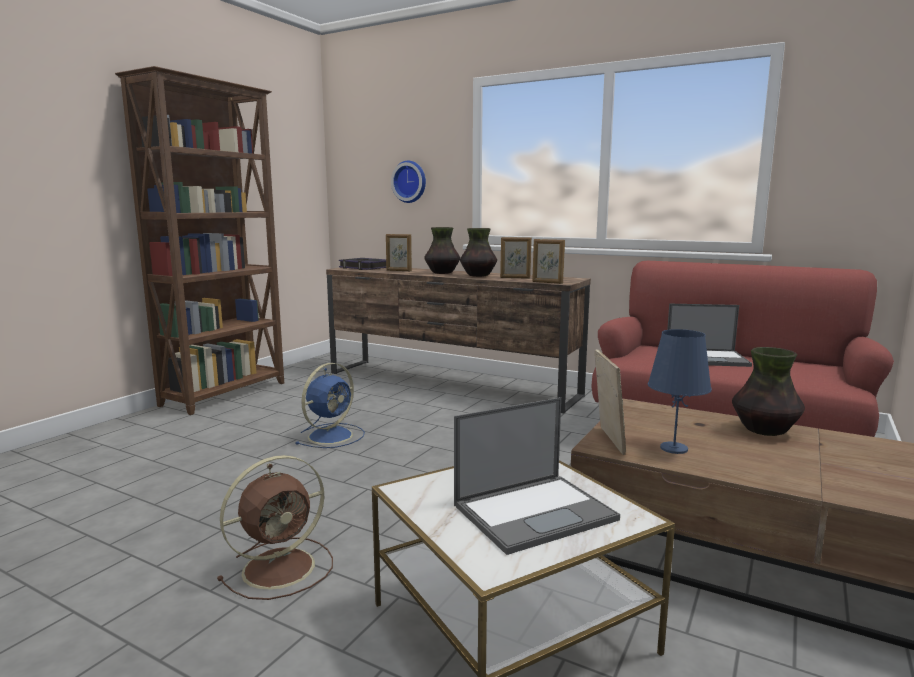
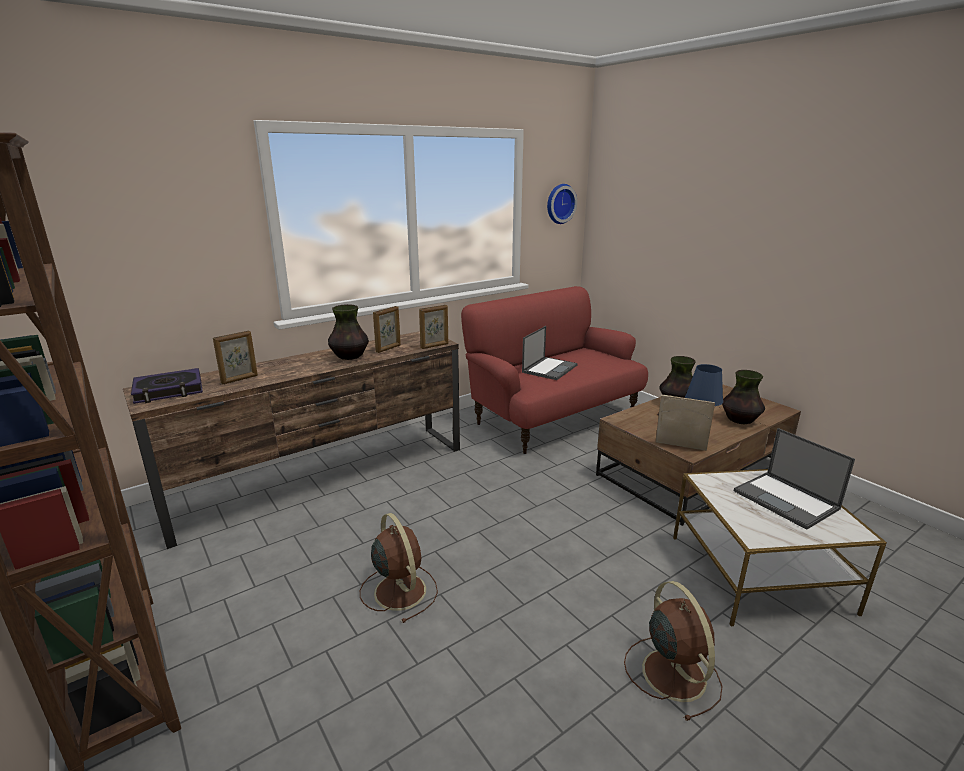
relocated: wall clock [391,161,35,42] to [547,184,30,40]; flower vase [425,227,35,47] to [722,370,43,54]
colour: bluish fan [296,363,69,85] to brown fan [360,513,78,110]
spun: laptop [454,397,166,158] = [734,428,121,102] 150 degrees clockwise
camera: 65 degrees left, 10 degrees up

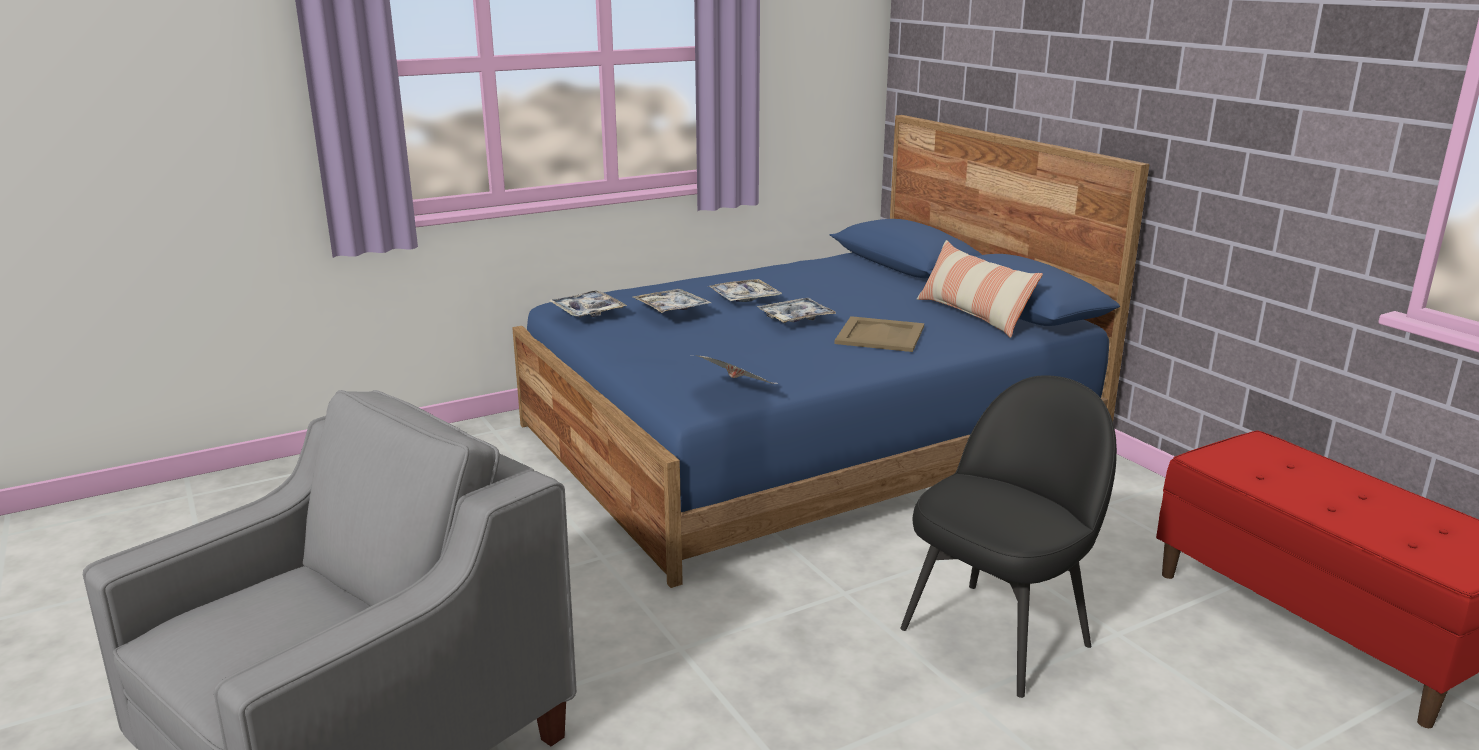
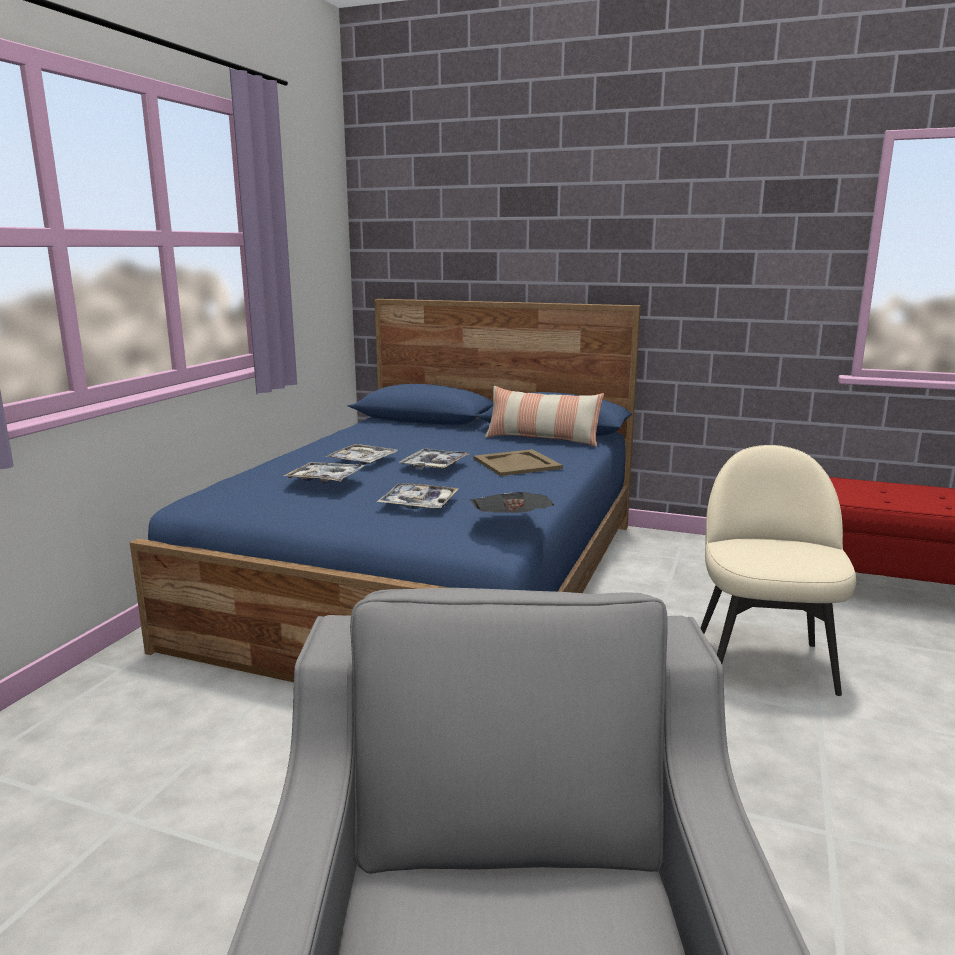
relocated: carrying tray [549,290,78,27] to [377,483,82,26]
colour: black-coloured plain chair [900,375,217,323] to beige-coloured plain chair [700,445,156,251]
camera: 40 degrees left, 5 degrees down

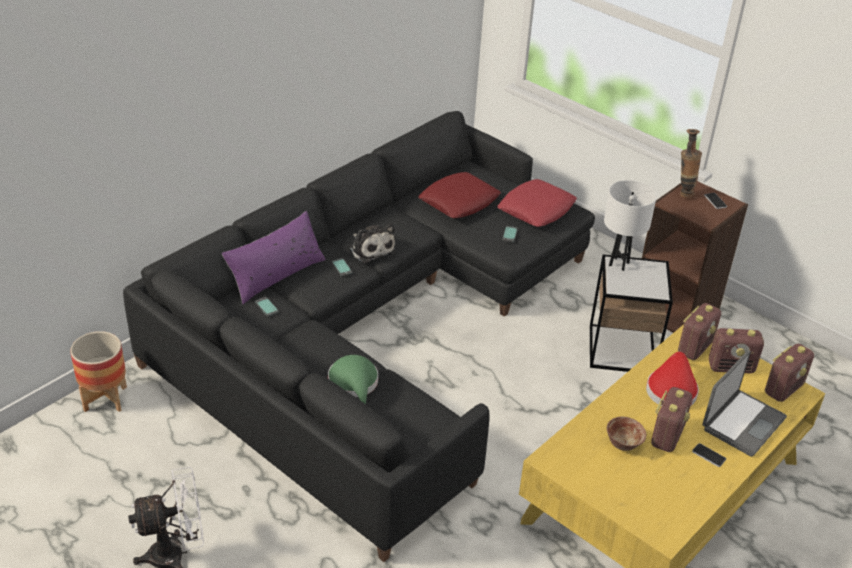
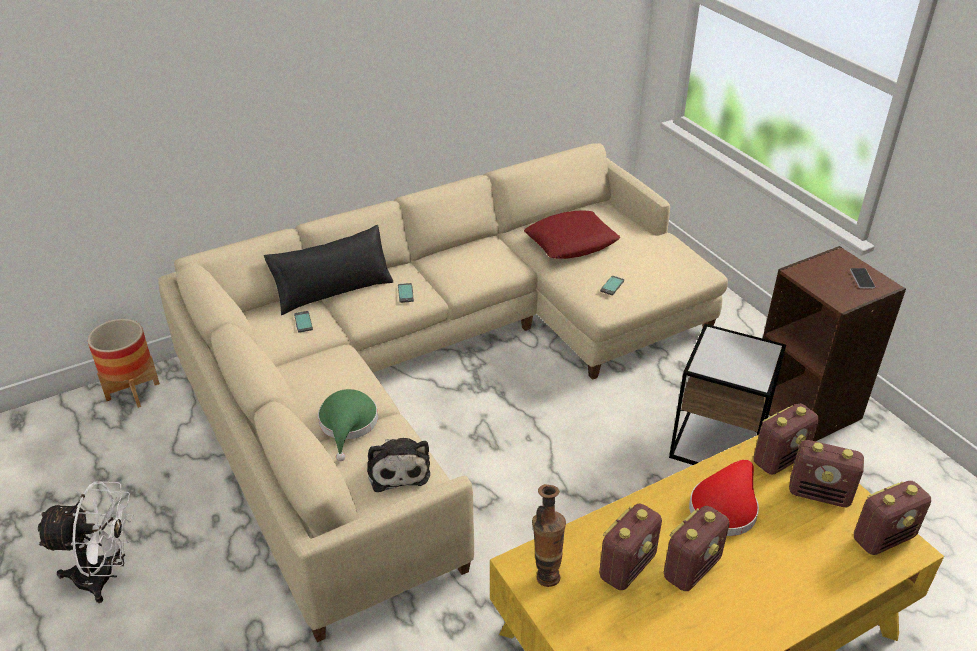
missing: red pillow [498,179,79,48]; white-coloured lamp for a table [604,180,53,91]; telephone [692,443,34,24]; laptop [702,350,85,107]
relocated: plush toy [349,223,47,40] to [367,438,63,54]; flower vase [680,129,22,69] to [532,484,34,103]
exchanged: deep dish [607,417,39,34] to radio receiver [599,503,63,87]
colour: black-coloured sofa [123,111,472,451] to beige-coloured sofa [158,143,570,499]; purple-coloured pillow [222,211,104,93] to black-coloured pillow [264,225,129,90]
camera: 20 degrees right, 0 degrees up

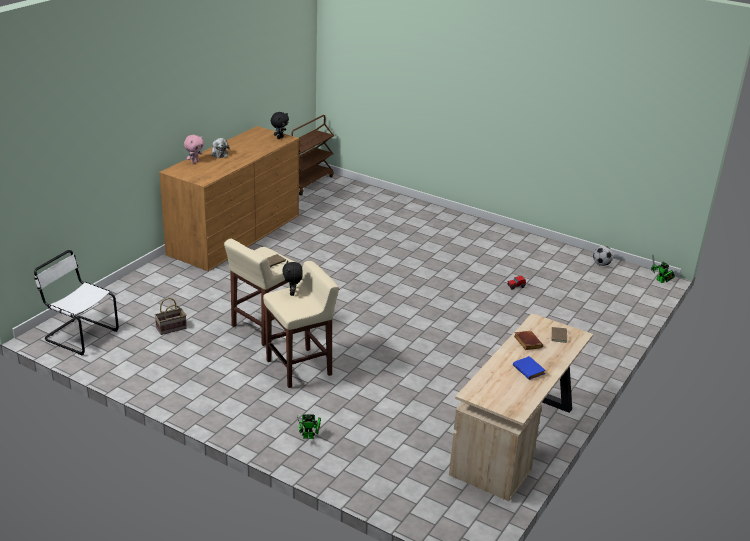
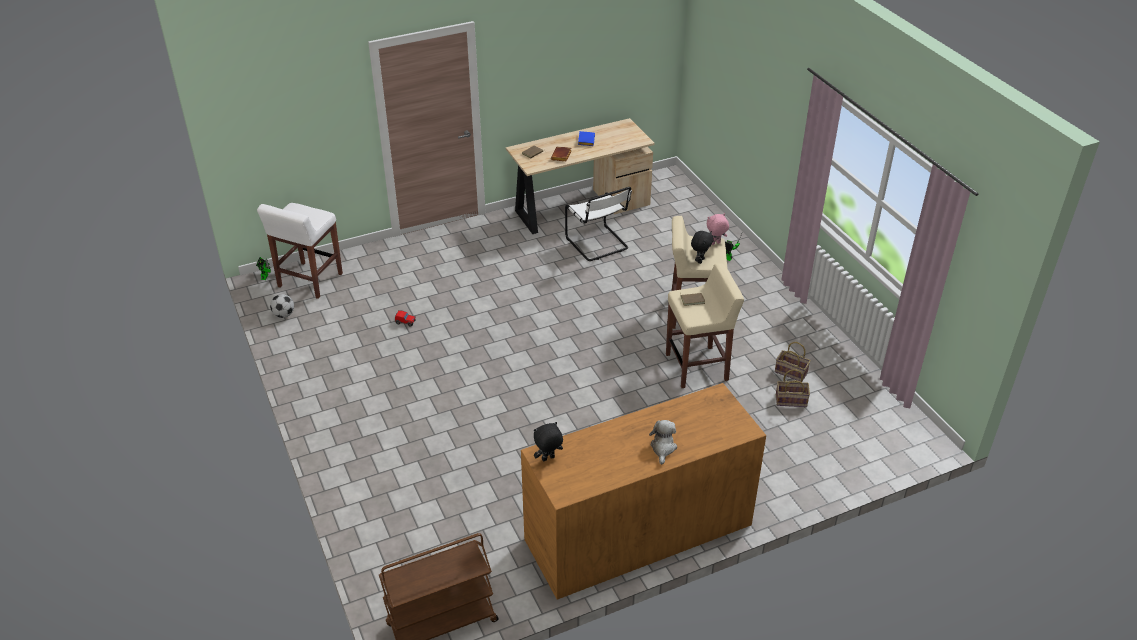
appeared: white-coloured stool seat [257,203,86,96]; basket [775,342,36,40]
relocated: white-coloured plain chair [34,250,85,105] to [565,187,67,74]; pink-coloured plush toy [184,135,20,29] to [707,213,22,32]
camera: 145 degrees left, 10 degrees up

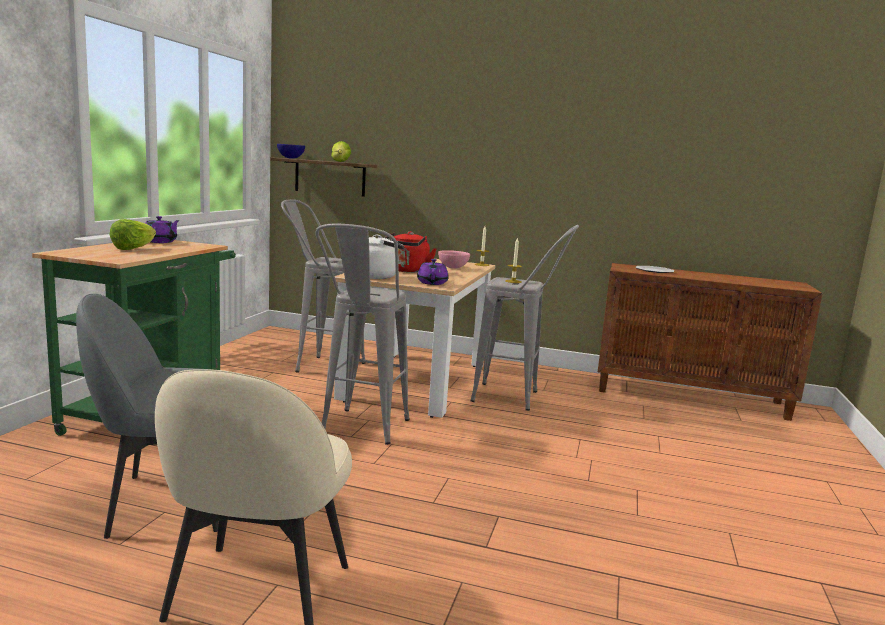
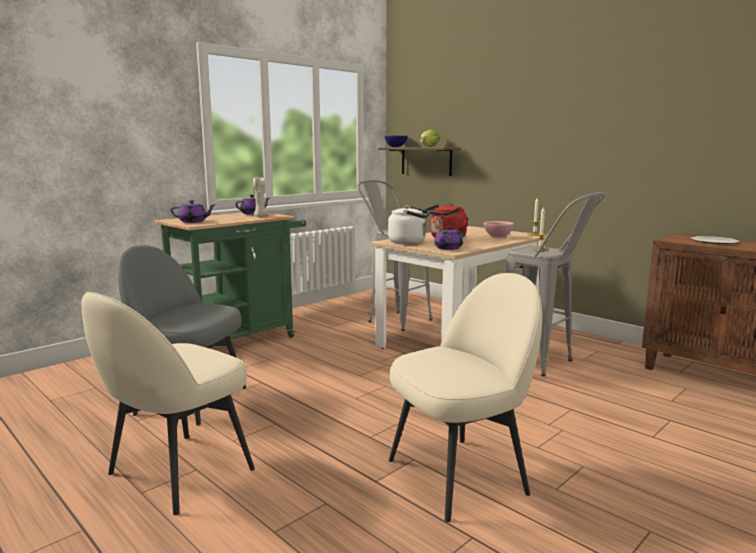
missing: lettuce head [110,219,46,31]; gray stool seat [315,223,95,222]
appeared: purple-coloured teapot [171,200,44,23]; beige-coloured wax candle [253,177,16,40]; beige-coloured plain chair [389,273,153,249]
camera: 30 degrees right, 0 degrees up

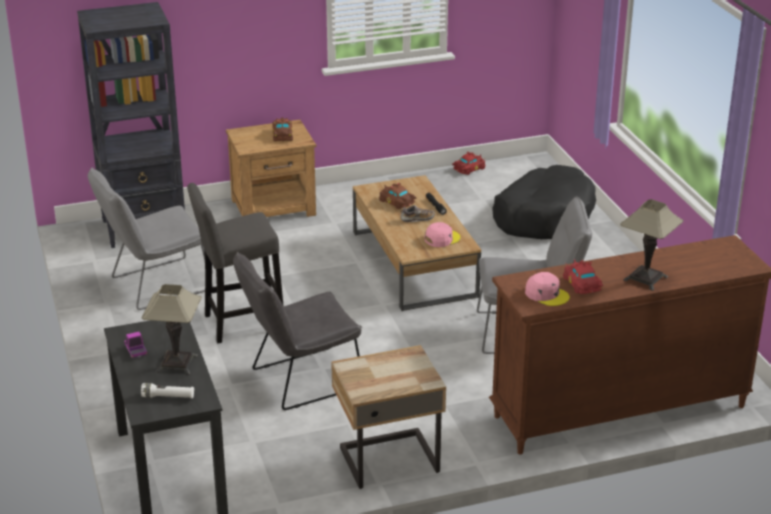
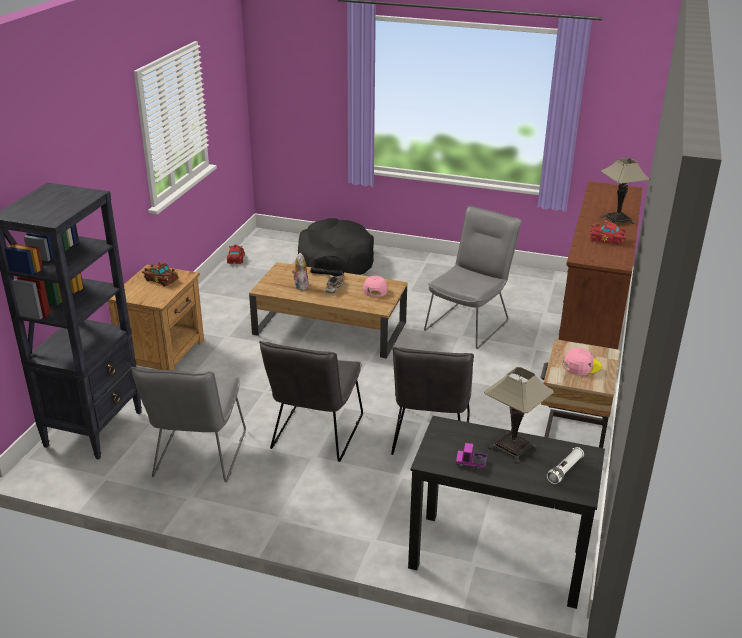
relocated: pink-coloured cap [525,272,45,34] to [562,348,40,27]
exchanged: gray stool seat [187,183,97,160] to gray plain chair [259,341,104,121]; brown miniature car [379,183,37,26] to plush toy [292,253,17,37]
camera: 55 degrees left, 0 degrees up

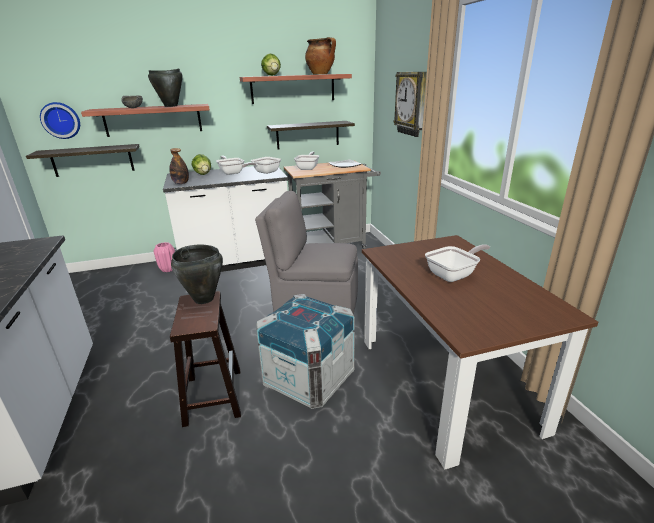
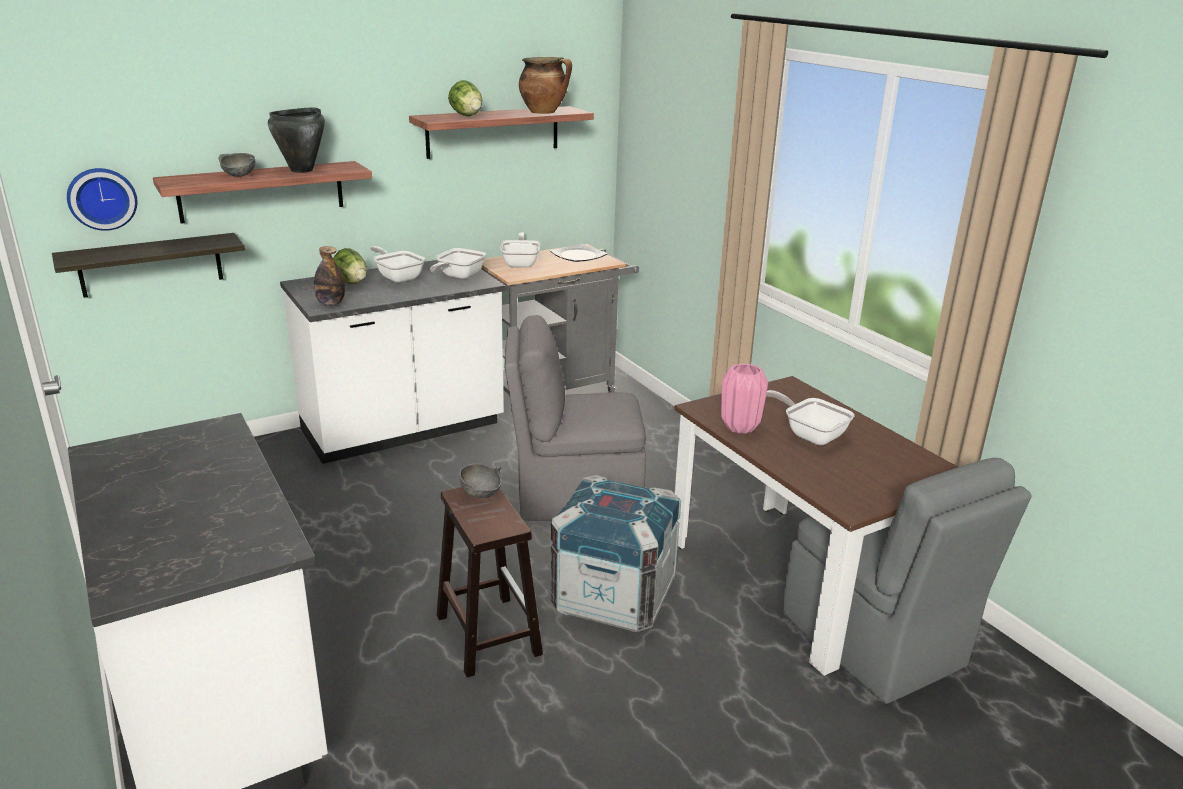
missing: shelf [267,121,88,28]; wall clock [393,72,34,65]
appeared: gray plain chair [783,458,249,246]
relocated: pink-coloured flower vase [153,242,22,30] to [721,363,47,71]
exchanged: black-coloured stockpot [171,245,52,59] to gray deep dish [459,463,43,35]
spun: skillet [425,244,65,38] = [766,390,89,56] 90 degrees counterclockwise
camera: 15 degrees left, 0 degrees up

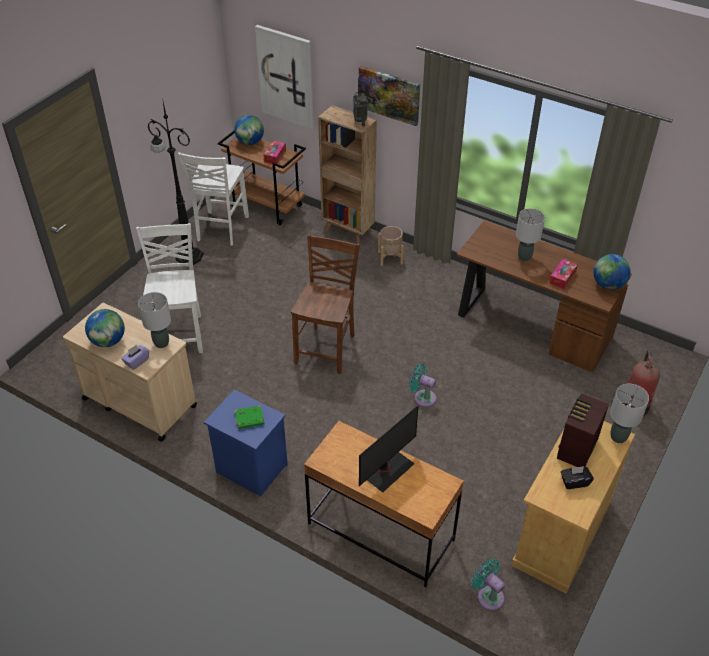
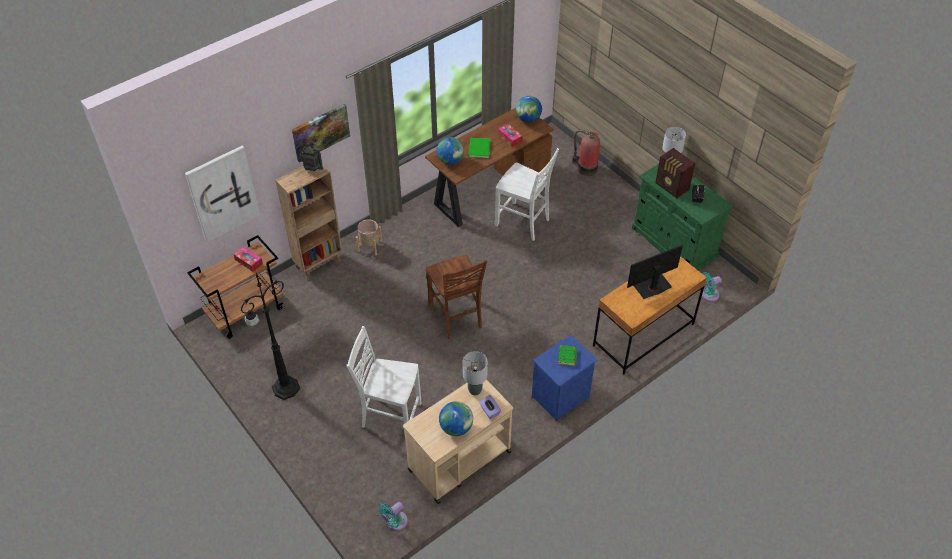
relocated: white-coloured plain chair [178,152,71,94] to [495,148,64,93]; globe [234,115,30,30] to [436,137,28,28]; blue-green fan [409,364,27,43] to [378,502,30,29]
exchanged: gray lamp for a table [516,209,29,52] to greenish book [468,138,23,20]
colour: beige-coloured cabinet [511,421,124,173] to greenish cabinet [632,164,101,107]
spun: brown plain chair [291,234,69,140] = [425,255,62,84] 150 degrees counterclockwise; computer screen [359,405,59,88] = [627,244,56,55] 90 degrees counterclockwise
camera: 70 degrees left, 5 degrees up

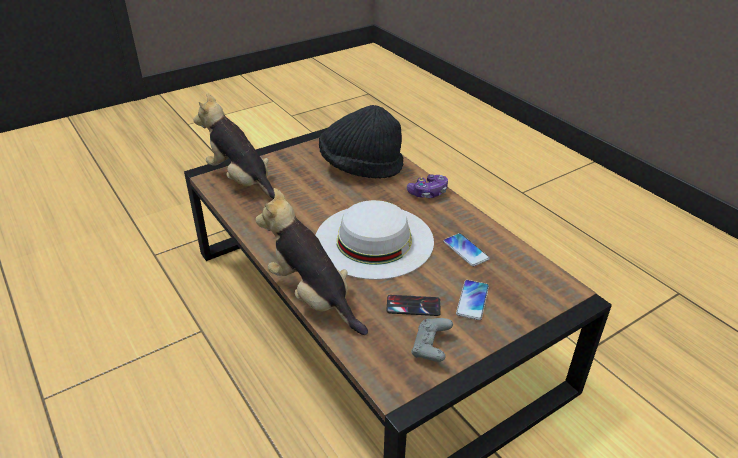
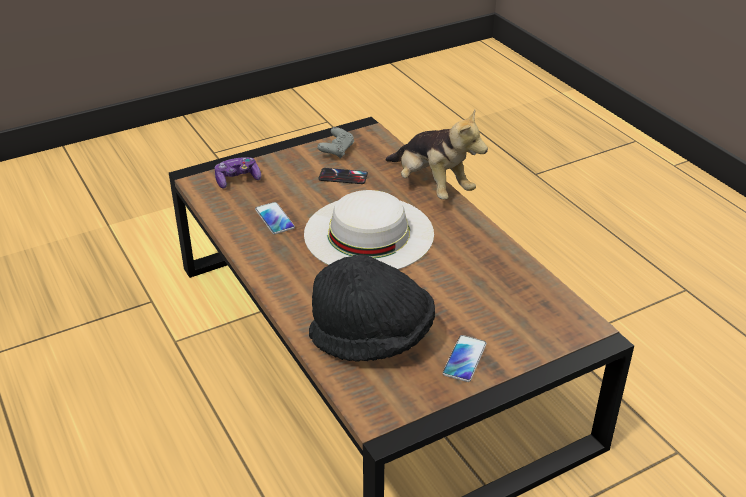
missing: plush toy [193,93,82,106]
relocated: game controller [407,174,41,24] to [214,157,47,31]; telephone [456,280,33,40] to [443,335,44,47]
camera: 175 degrees left, 0 degrees up

